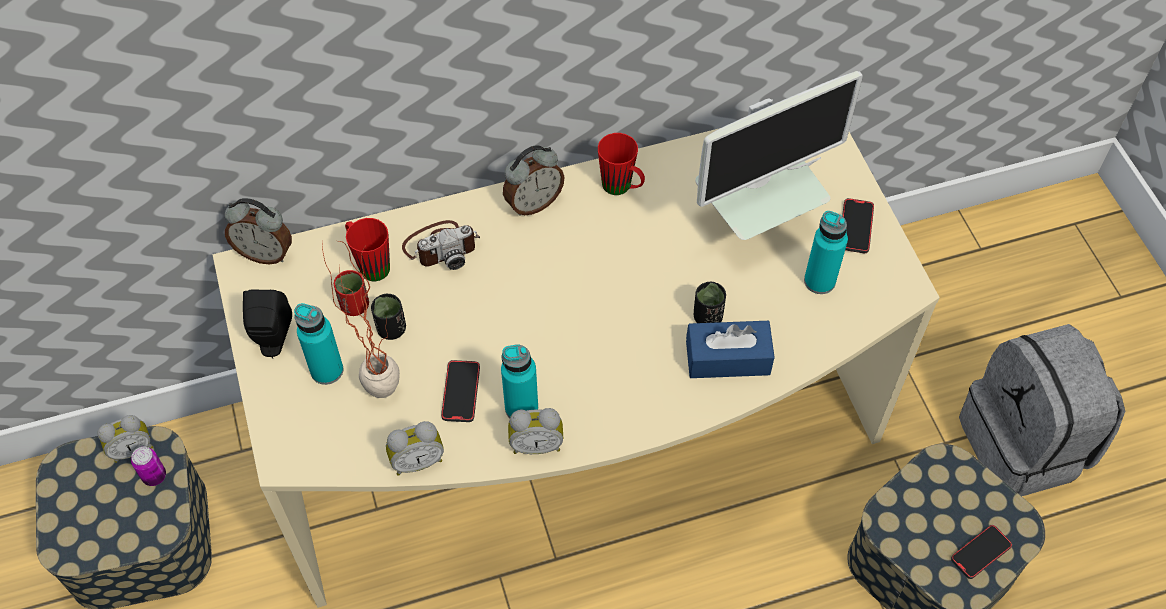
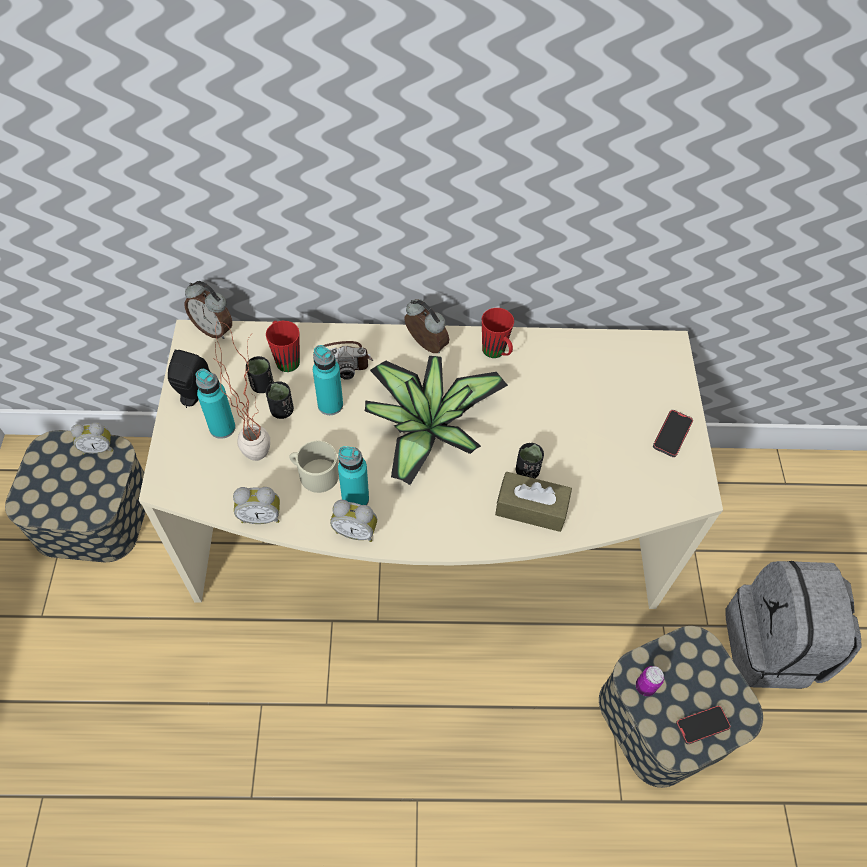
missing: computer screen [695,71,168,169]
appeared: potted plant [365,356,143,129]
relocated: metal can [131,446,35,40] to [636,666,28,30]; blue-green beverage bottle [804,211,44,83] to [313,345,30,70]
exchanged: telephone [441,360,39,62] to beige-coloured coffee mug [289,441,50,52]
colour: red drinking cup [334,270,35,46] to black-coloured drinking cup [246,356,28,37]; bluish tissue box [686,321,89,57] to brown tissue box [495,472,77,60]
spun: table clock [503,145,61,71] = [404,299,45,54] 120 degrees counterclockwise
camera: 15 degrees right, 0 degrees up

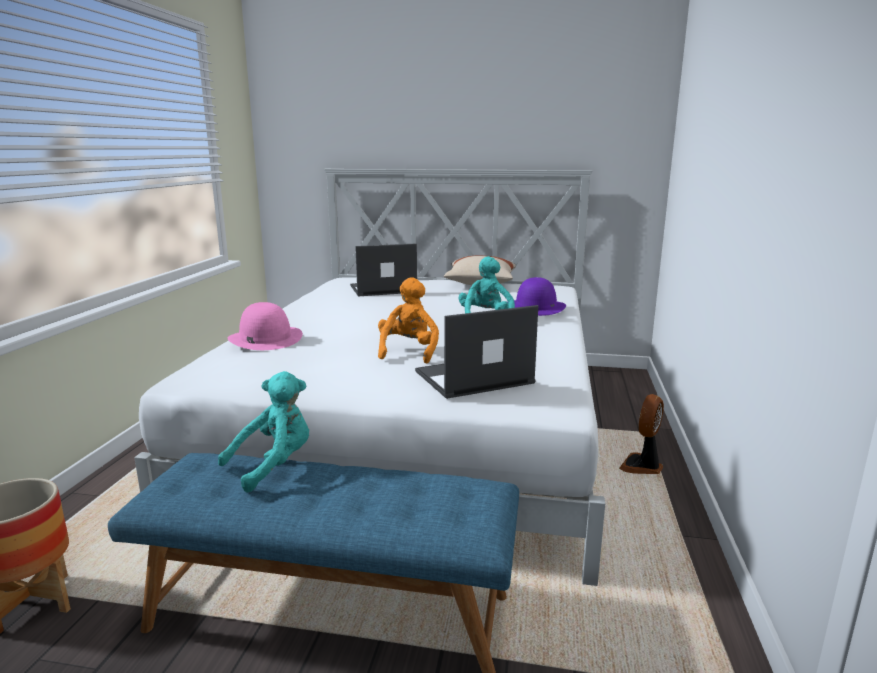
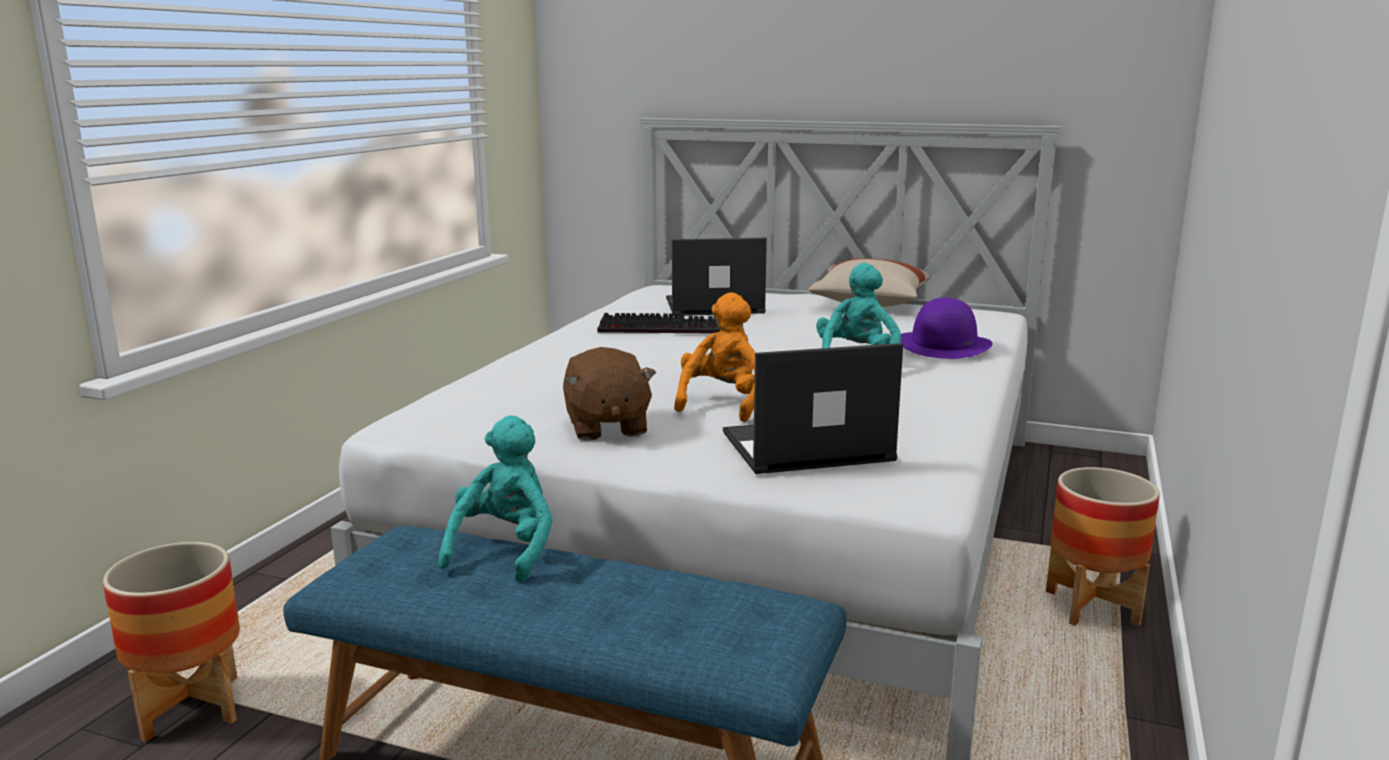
missing: pink-coloured clothing hat [228,302,75,48]
appeared: brown plush toy [563,347,93,93]; computer keyboard [597,313,124,20]
exchanged: fan [619,394,45,80] to flower pot [1046,467,114,159]
spun: blue-green plush toy [218,371,91,122] = [438,415,115,168] 45 degrees counterclockwise
camera: 10 degrees right, 0 degrees up

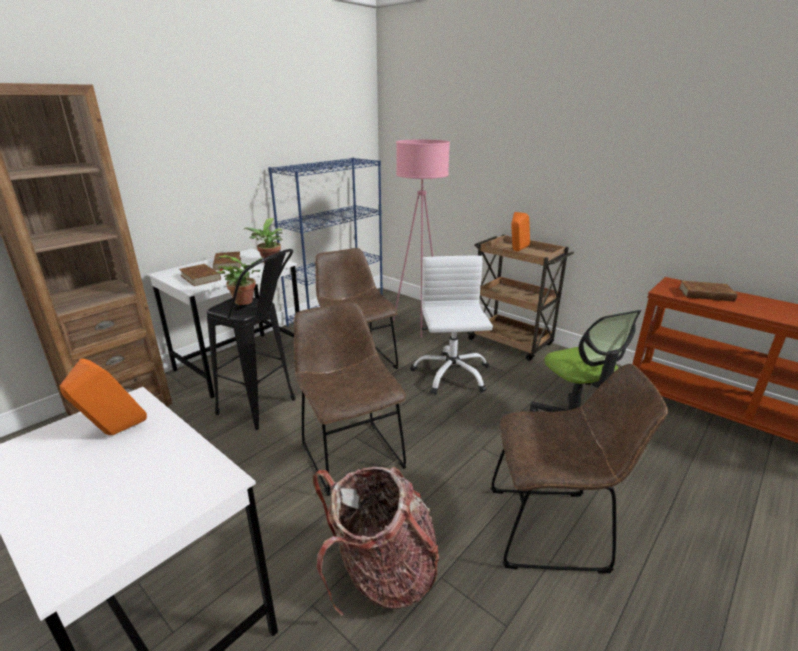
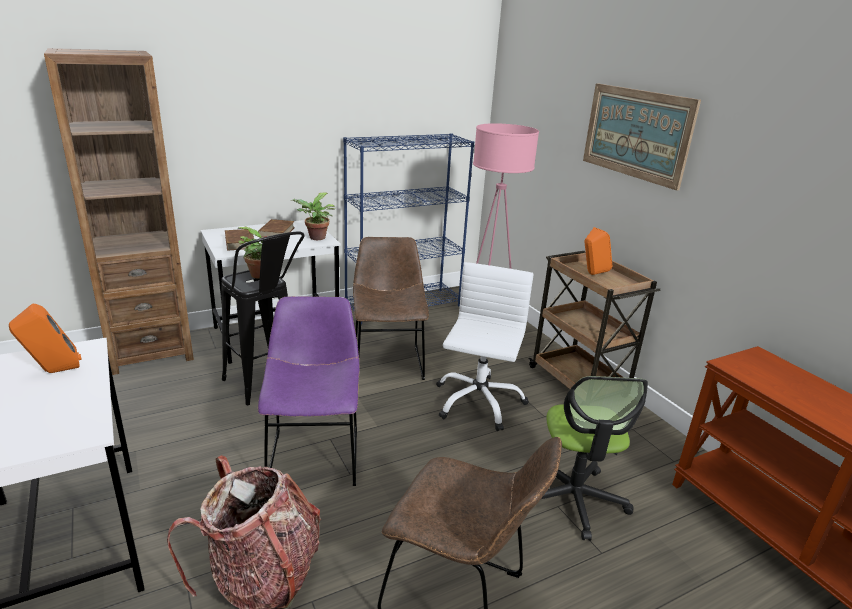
missing: brown book [678,280,62,22]
appeared: wall art [583,83,118,108]
colour: brown plain chair [294,301,113,195] to purple-coloured plain chair [258,296,102,190]
camera: 20 degrees right, 0 degrees up

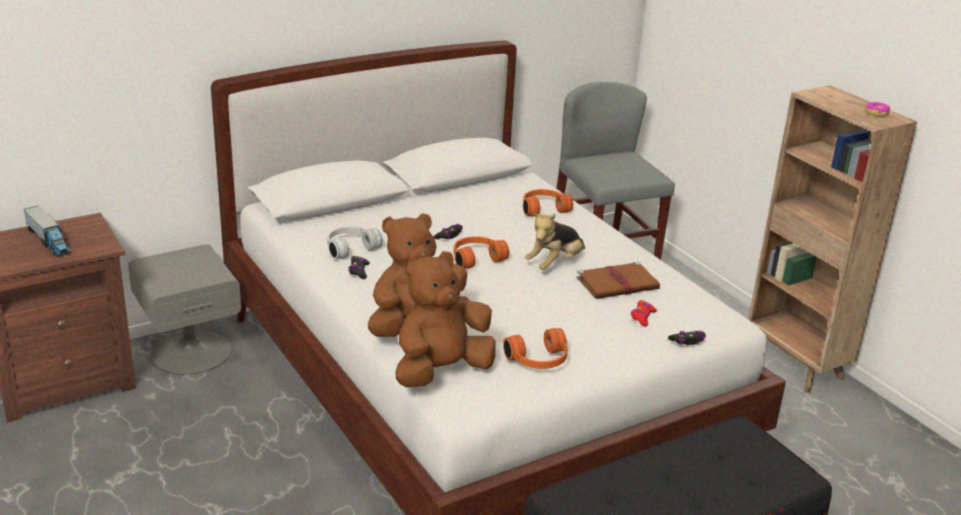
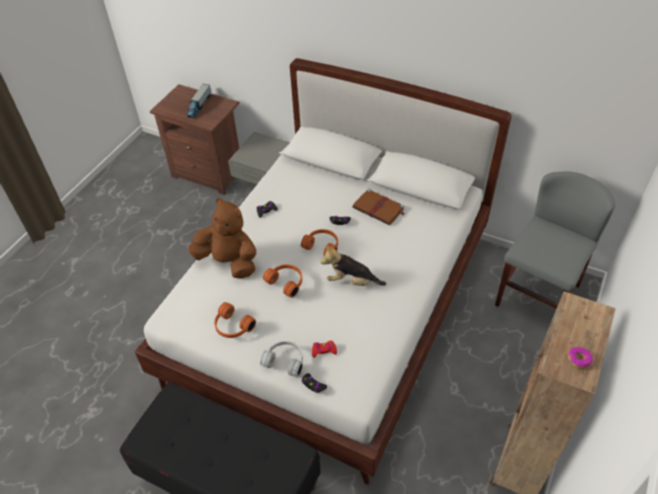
missing: brown plush toy [395,251,101,136]
relocated: white-coloured headphones [327,226,56,33] to [260,341,43,36]; orange headphones [523,189,50,27] to [263,264,39,34]; brown book [576,261,84,38] to [353,189,52,36]
camera: 60 degrees right, 20 degrees up

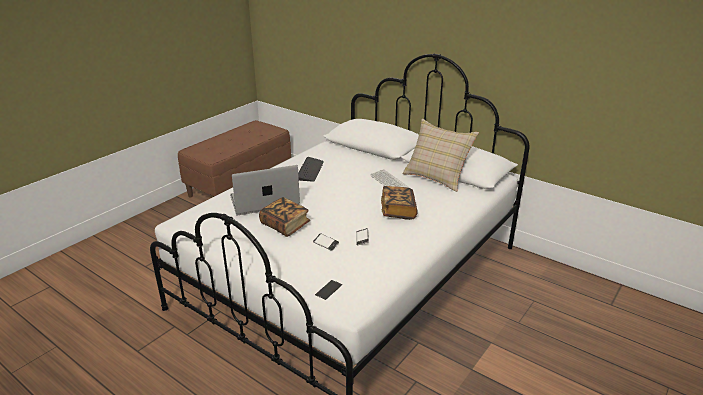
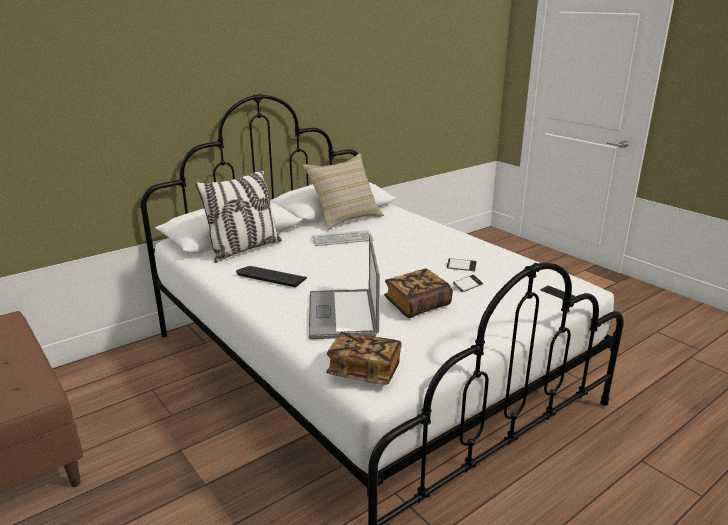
appeared: pillow [195,169,87,94]
relocated: book [381,186,37,34] to [326,332,76,53]
camera: 75 degrees left, 5 degrees down

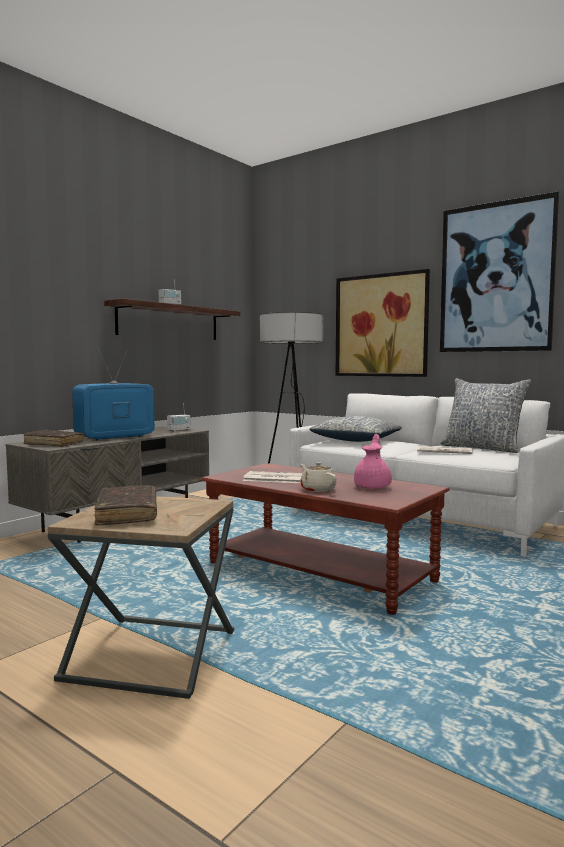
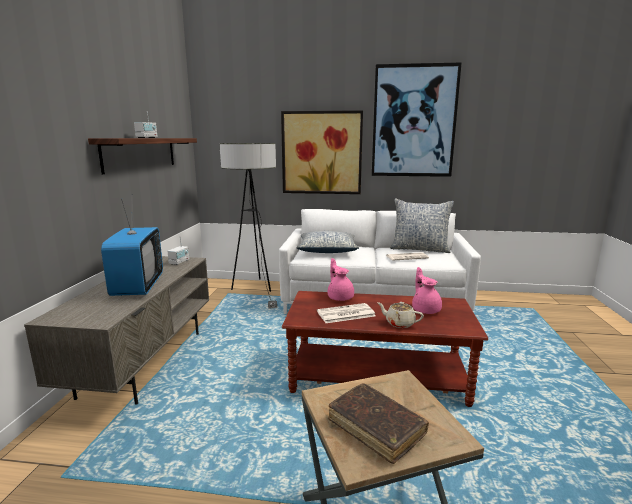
missing: brown book [24,430,60,17]
appeared: pink-coloured teapot [328,258,26,43]
spun: TV set [72,347,83,93] = [101,194,62,102] 150 degrees clockwise
camera: 30 degrees left, 10 degrees up

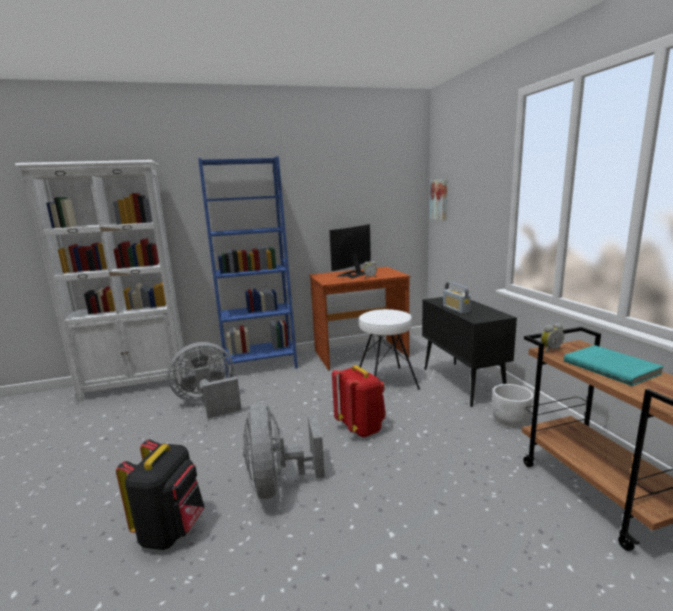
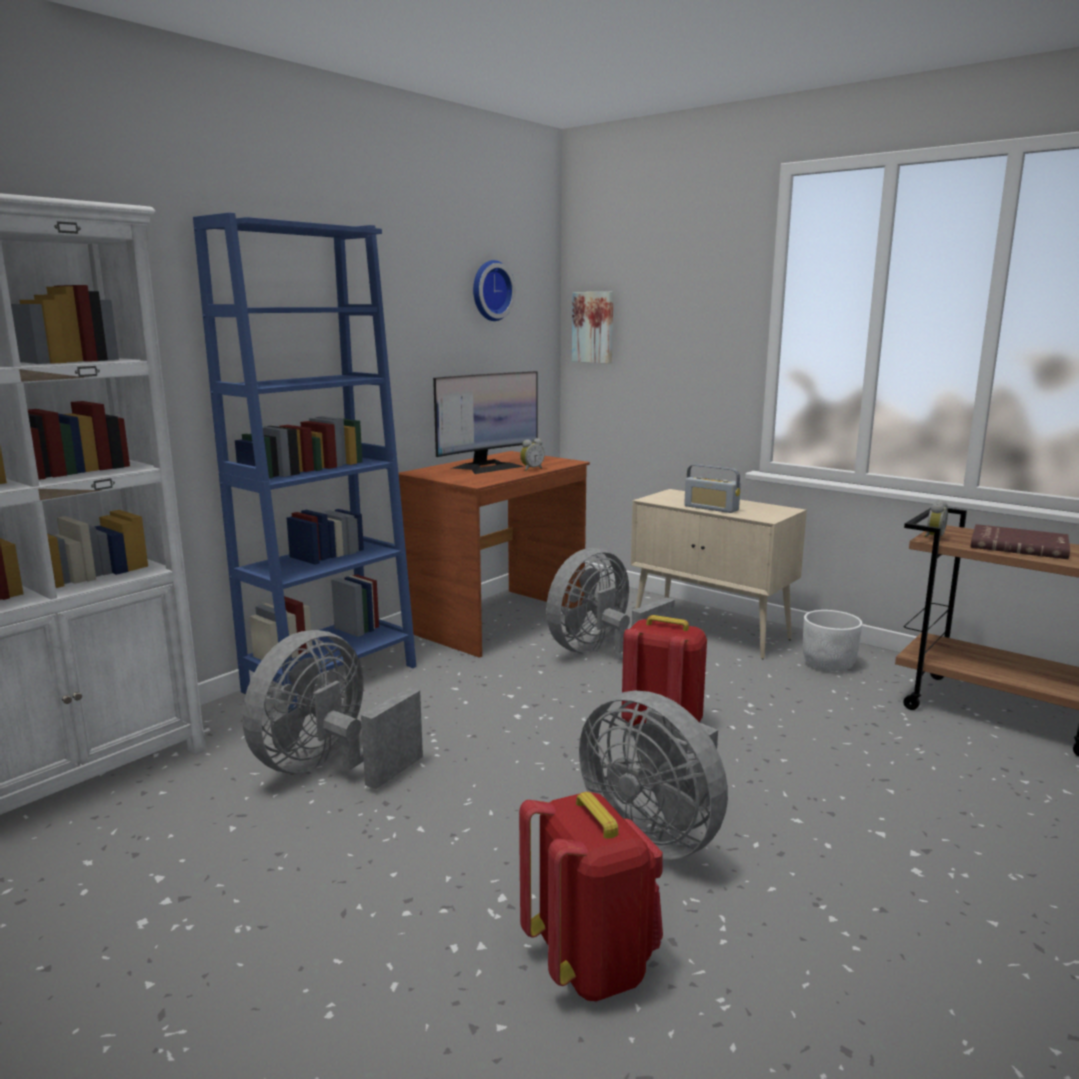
appeared: wall clock [473,260,43,61]
exchanged: white-coloured stool seat [359,309,61,81] to gray fan [546,548,129,105]
colour: black-coloured backpack [116,439,89,111] to red backpack [519,792,144,209]; black-coloured cabinet [422,297,95,110] to beige-coloured cabinet [631,489,176,170]; blue-green book [564,345,100,41] to red book [970,524,100,35]
spun: computer screen [329,224,42,55] = [433,371,104,103] 135 degrees counterclockwise
camera: 35 degrees left, 0 degrees up

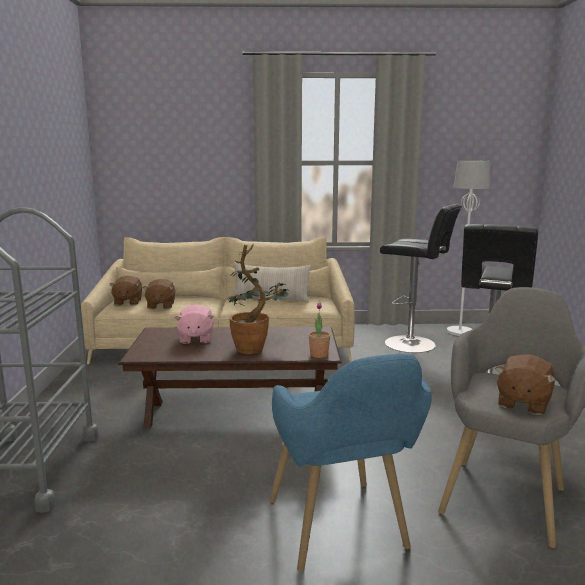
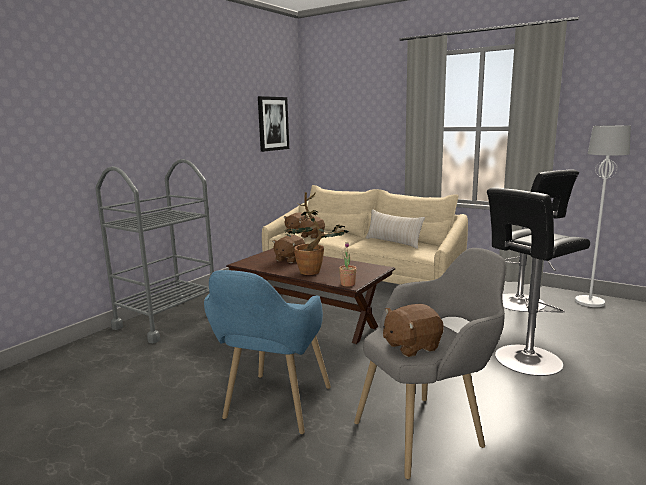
appeared: wall art [258,96,31,56]
colour: pink-coloured plush toy [174,305,40,39] to brown plush toy [272,235,33,28]
camera: 35 degrees right, 0 degrees up

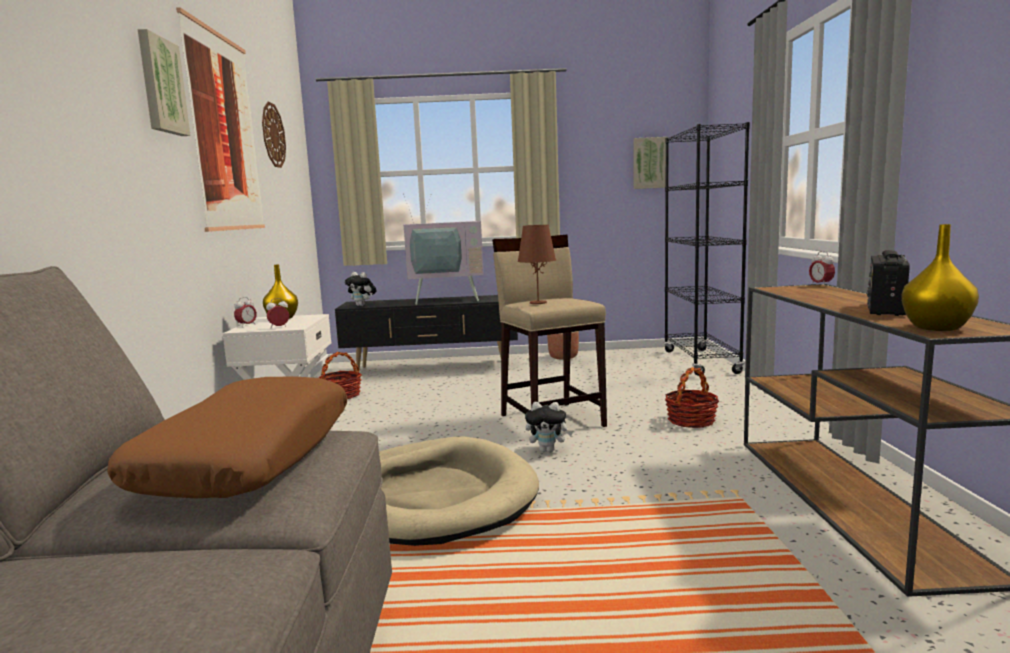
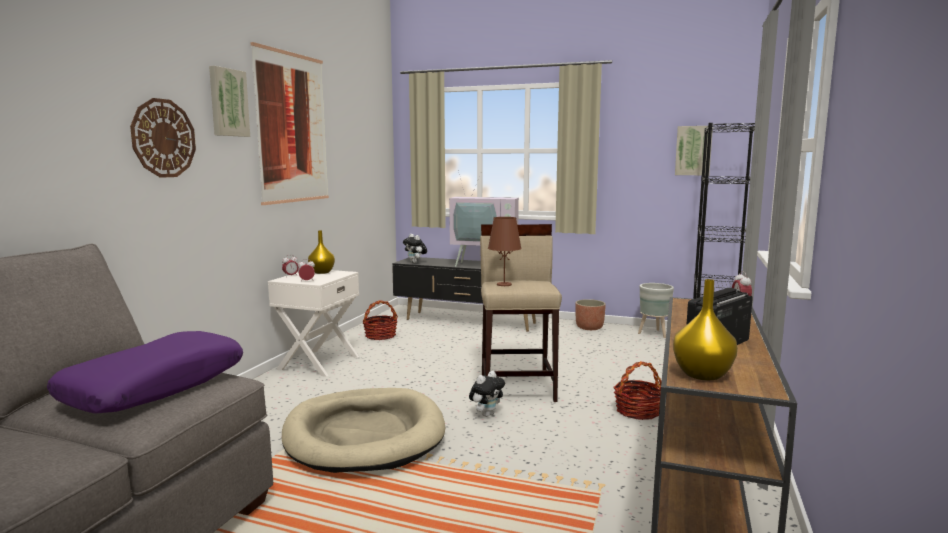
appeared: gray flower pot [638,283,36,55]
relocated: wall clock [262,102,24,66] to [130,98,66,80]
colour: brown pillow [107,376,241,122] to purple-coloured pillow [47,331,196,83]
spun: plush toy [525,402,48,51] = [469,371,36,46] 75 degrees counterclockwise
camera: 20 degrees right, 0 degrees up

